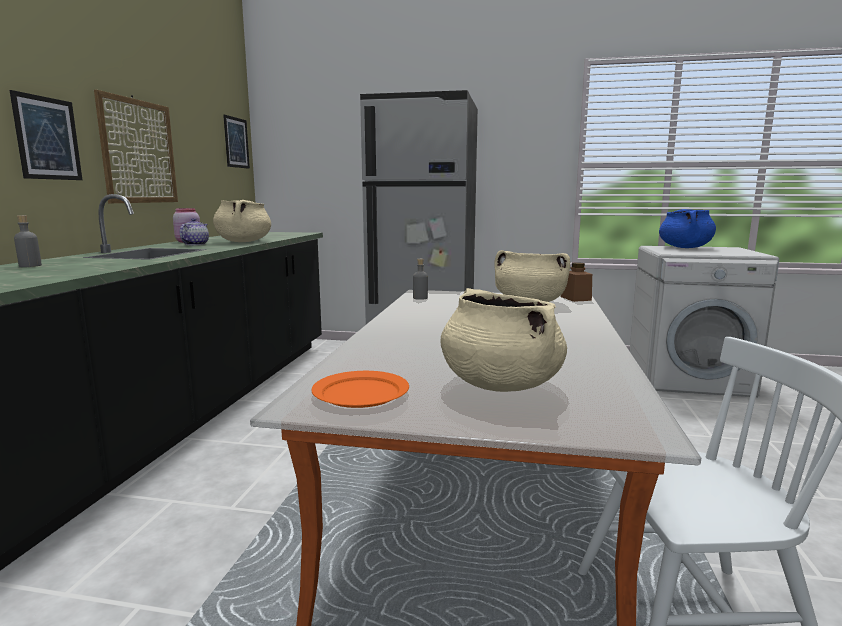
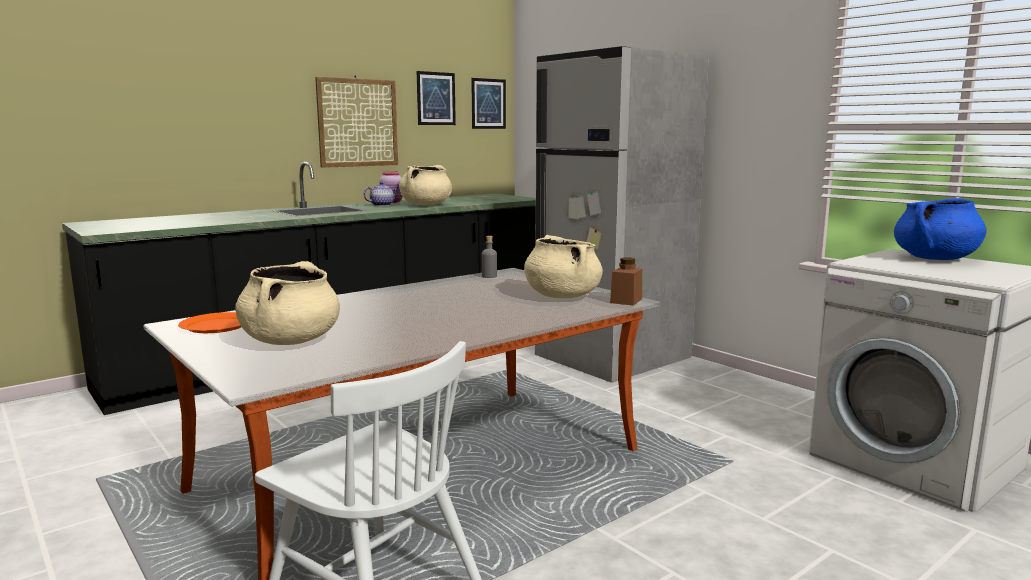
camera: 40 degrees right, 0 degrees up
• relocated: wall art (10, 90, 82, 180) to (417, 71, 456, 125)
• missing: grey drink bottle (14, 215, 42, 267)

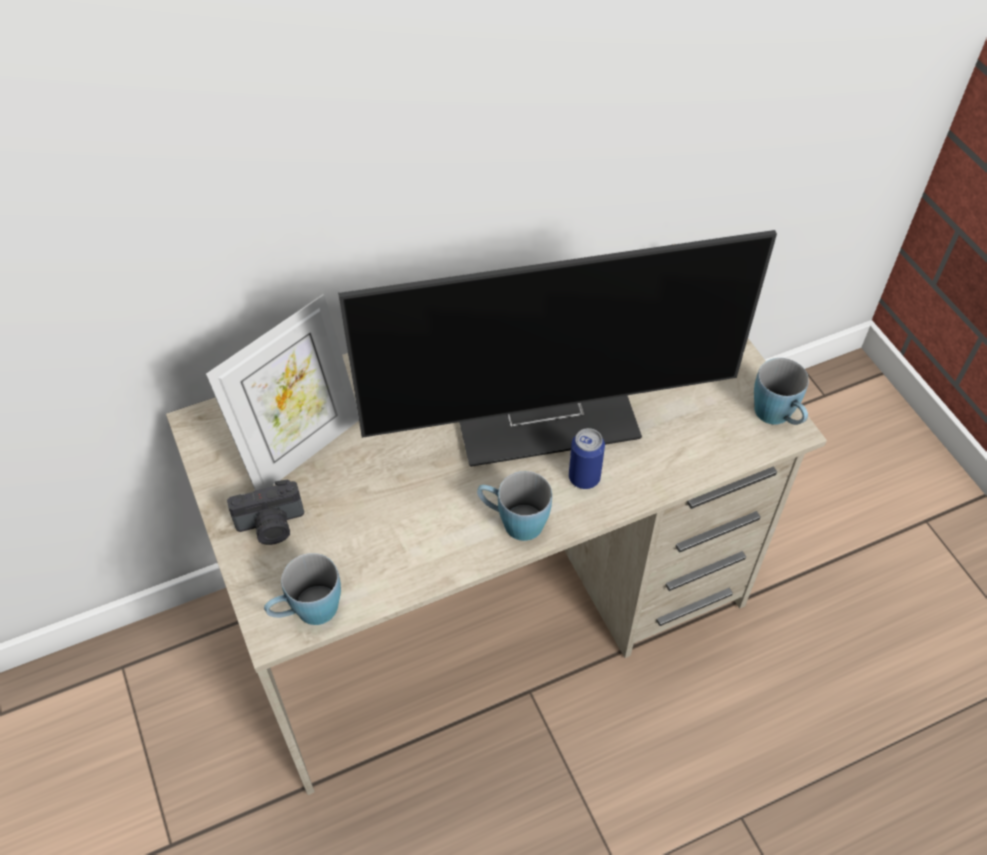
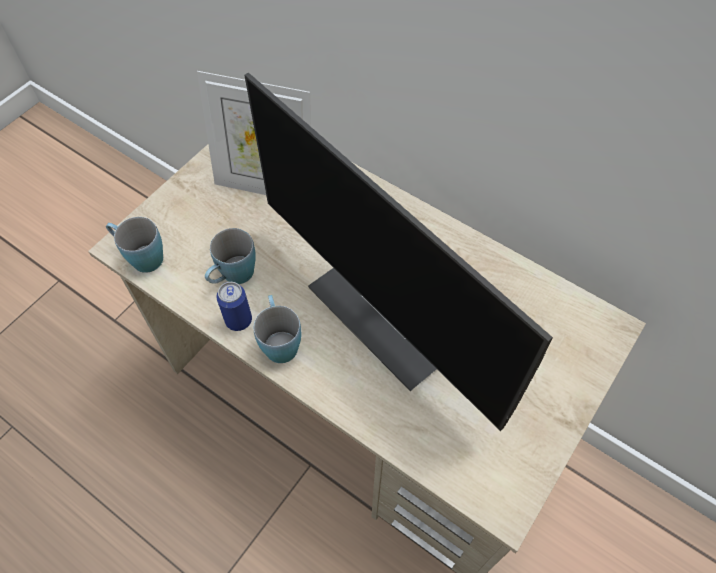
camera: 60 degrees right, 5 degrees up
• relocated: blue tea mug (754, 358, 809, 425) to (205, 228, 256, 284)
• relocated: sealed can (569, 428, 605, 489) to (216, 282, 252, 331)
• missing: still camera (227, 480, 304, 545)

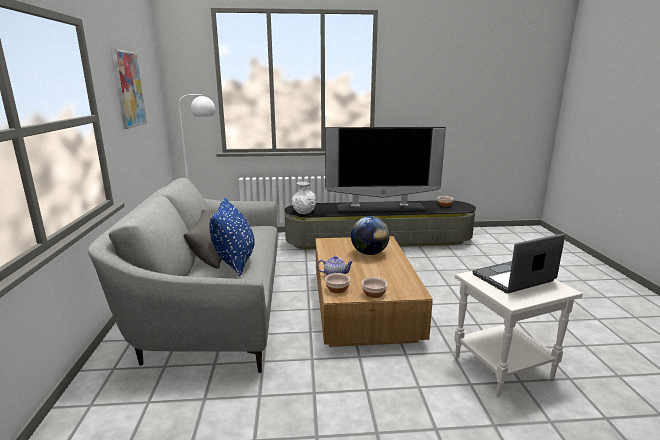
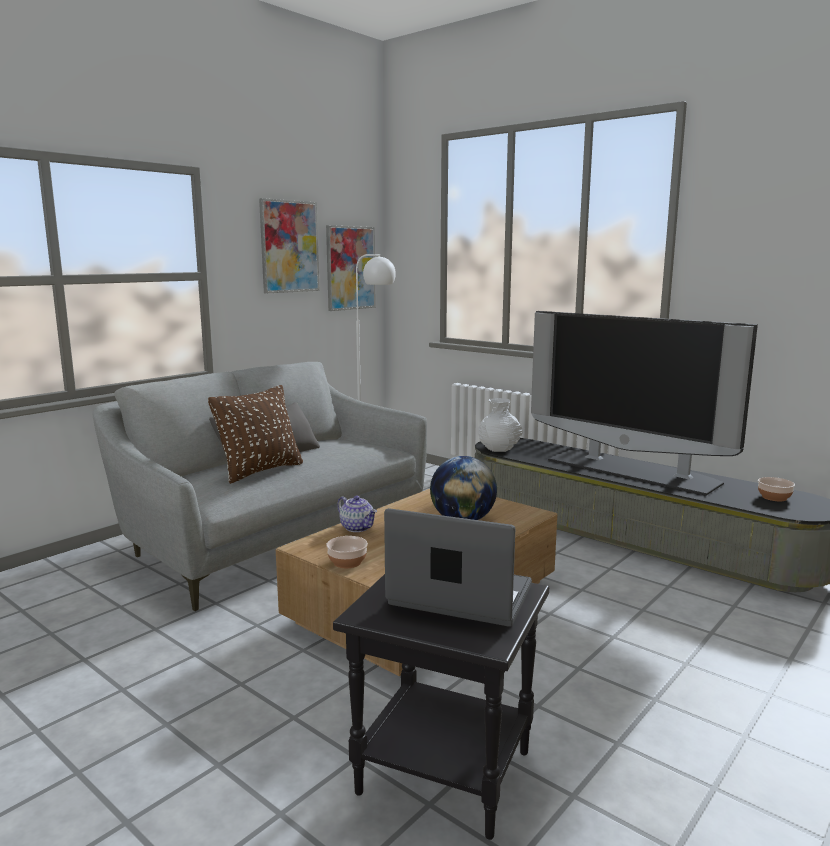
camera: 45 degrees right, 5 degrees down
• colour: blue pillow (209, 197, 255, 276) to brown-coloured pillow (208, 385, 303, 484)
• appeared: wall art (326, 225, 376, 311)
• colour: white-coloured accent table (454, 271, 583, 397) to blackish accent table (333, 574, 549, 840)
• missing: bowl (325, 273, 350, 293)

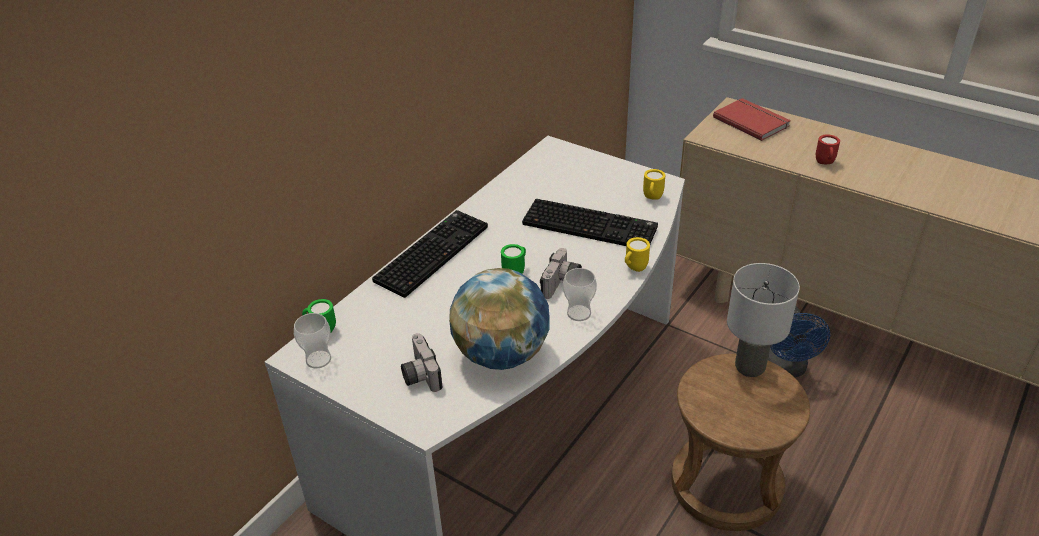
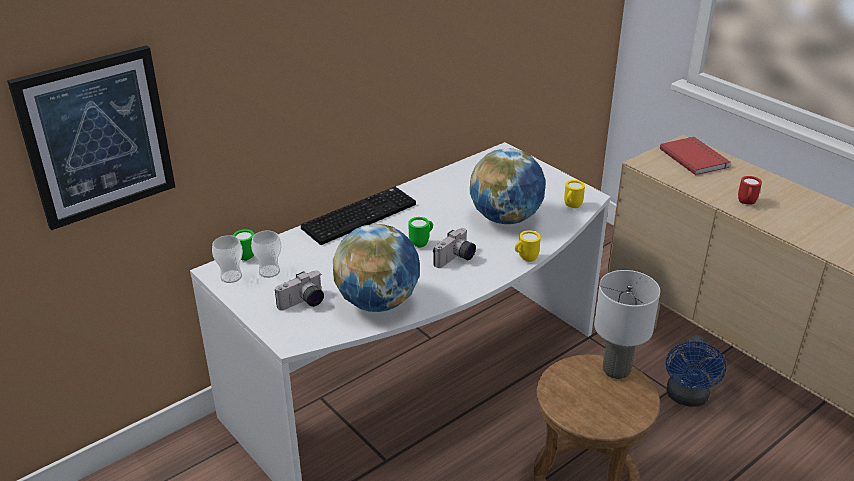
camera: 15 degrees right, 5 degrees down
• appeared: wall art (7, 45, 175, 230)
• relocated: small cup (563, 268, 597, 321) to (251, 231, 281, 278)
• spun: still camera (401, 333, 443, 392) = (275, 271, 324, 311) 120 degrees counterclockwise
• exchanged: keyboard (522, 199, 658, 246) to globe (470, 148, 546, 224)

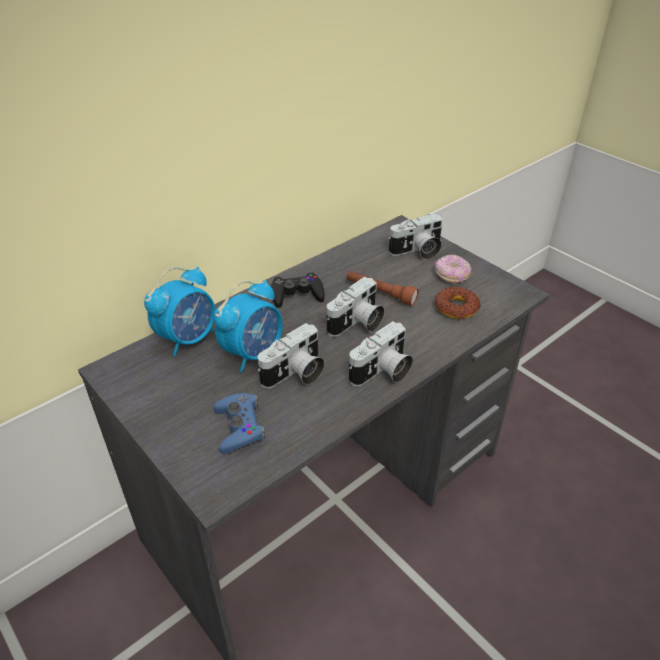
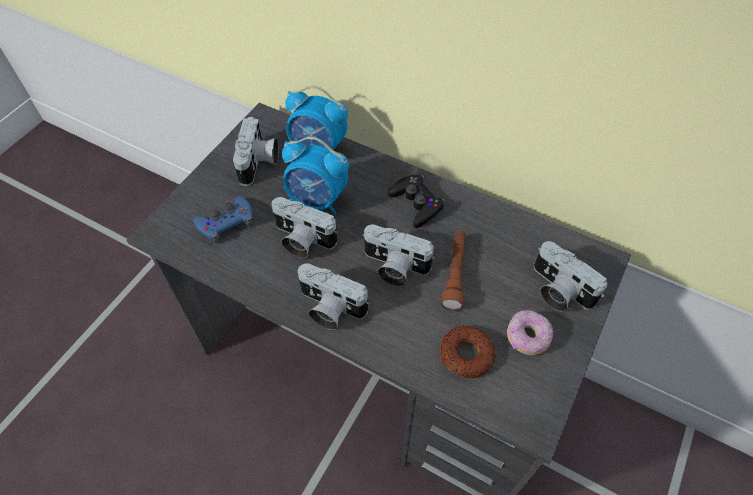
camera: 70 degrees right, 15 degrees up
• appeared: still camera (233, 117, 279, 186)

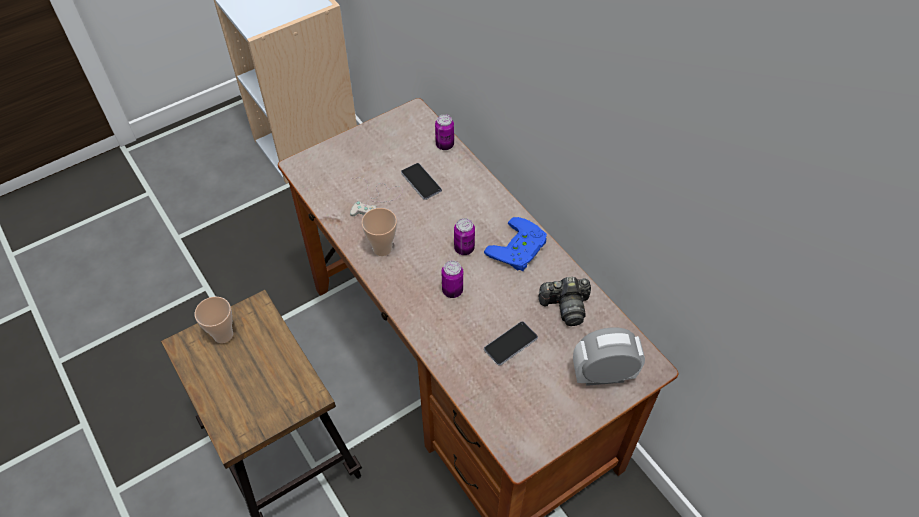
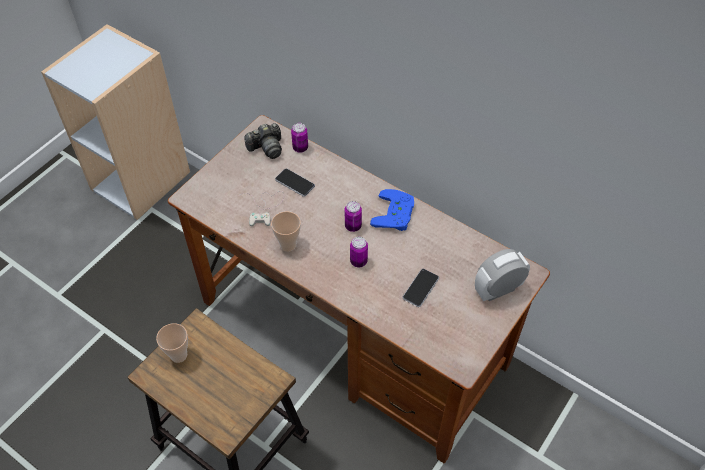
camera: 20 degrees left, 0 degrees up
• relocated: still camera (539, 277, 591, 326) to (244, 123, 282, 159)

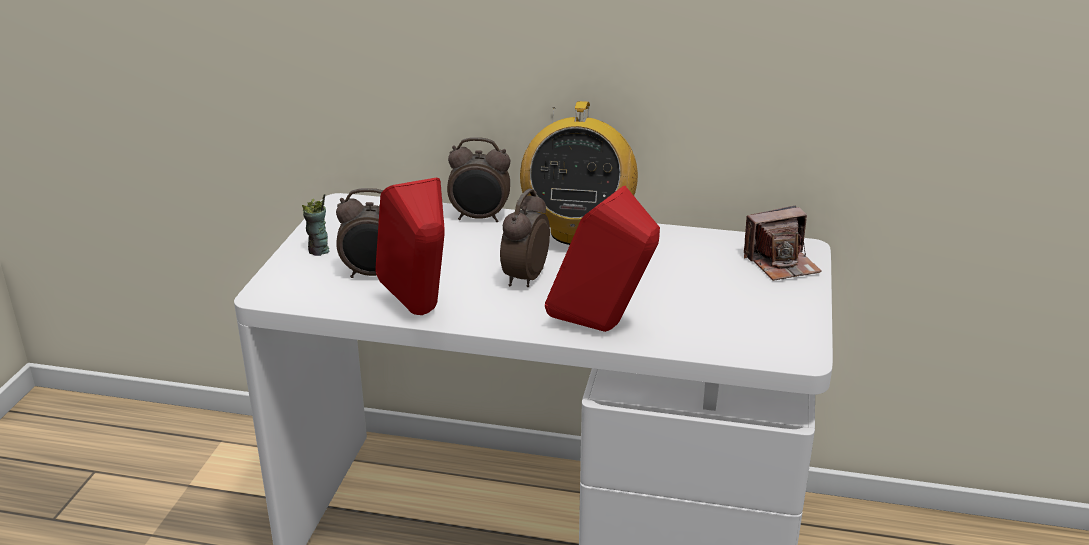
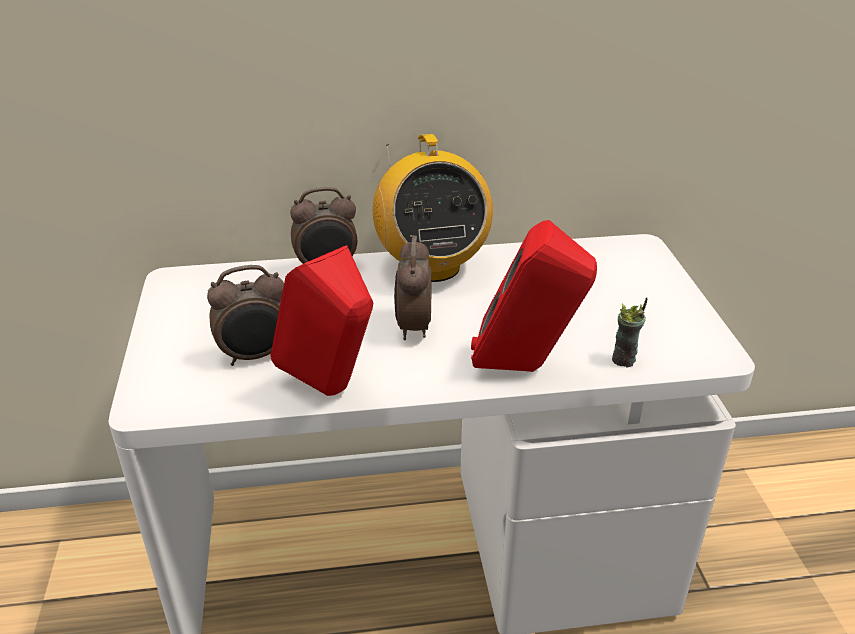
camera: 20 degrees left, 5 degrees up
• relocated: small cup (302, 194, 329, 256) to (612, 297, 648, 367)
• missing: still camera (744, 205, 822, 281)

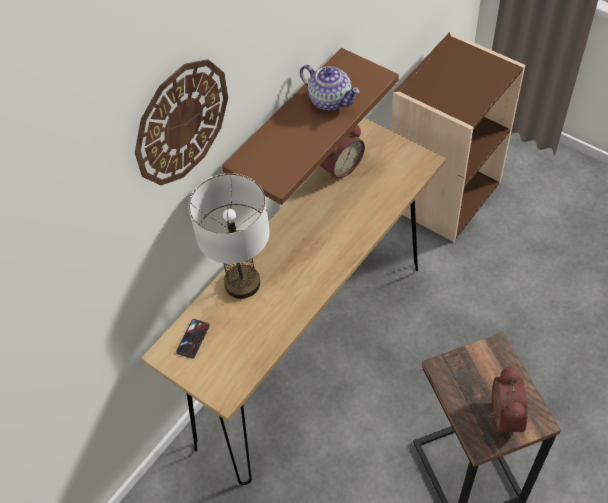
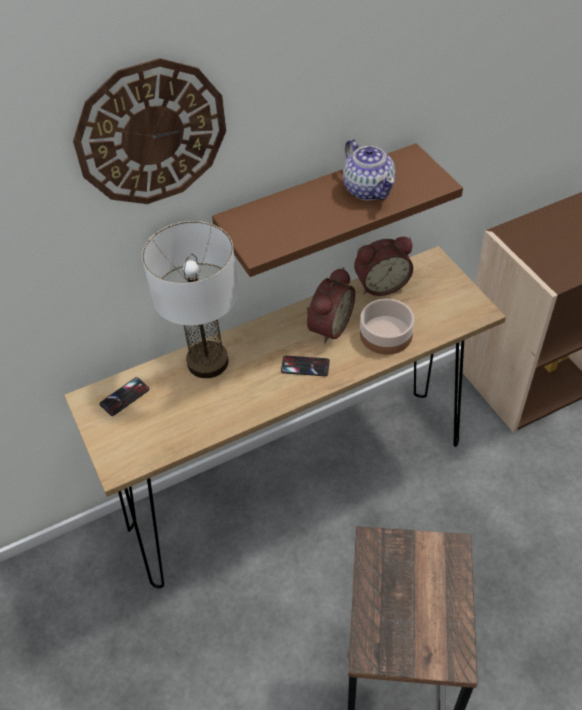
camera: 25 degrees right, 5 degrees down
• appeared: phone (281, 356, 330, 376)
• relocated: alarm clock (489, 366, 528, 436) to (307, 267, 355, 344)
• appeared: bowl (360, 299, 414, 355)

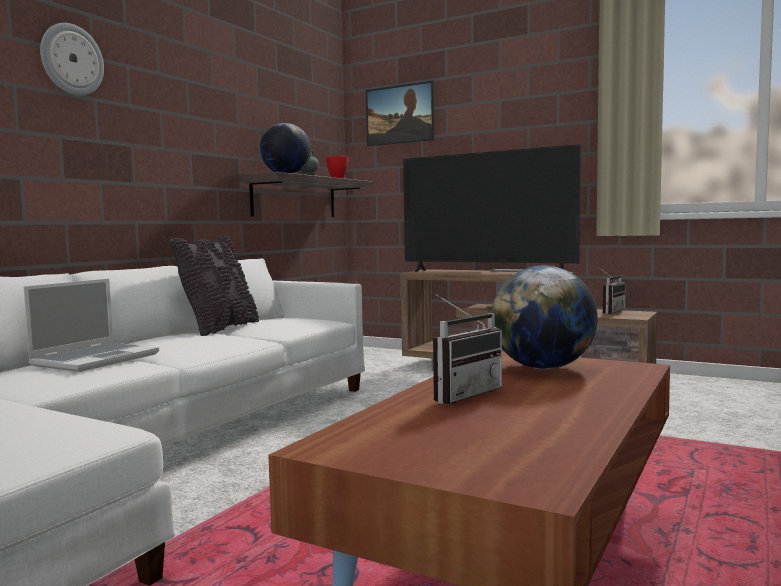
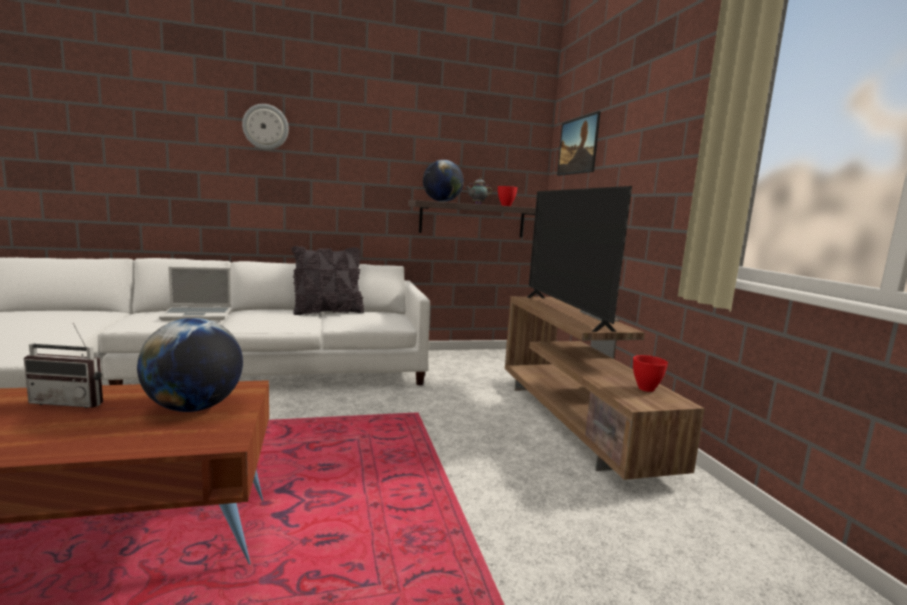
camera: 45 degrees right, 5 degrees up
• exchanged: radio (598, 267, 626, 314) to reddish bowl (633, 355, 668, 392)

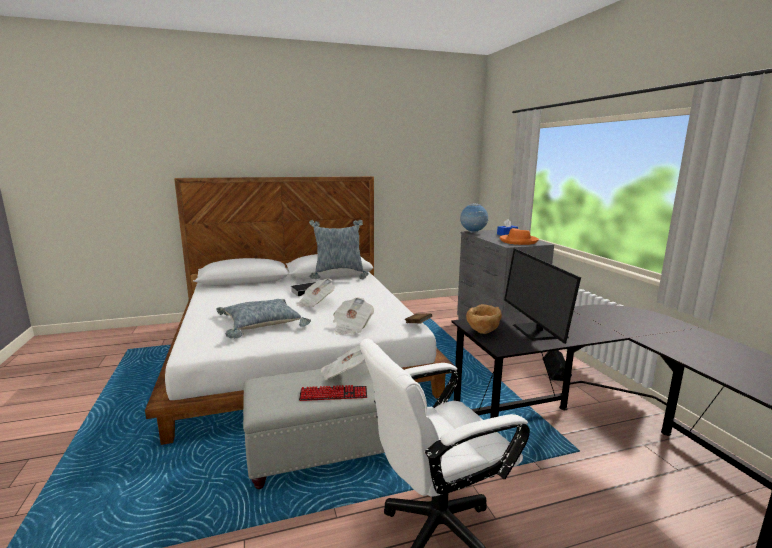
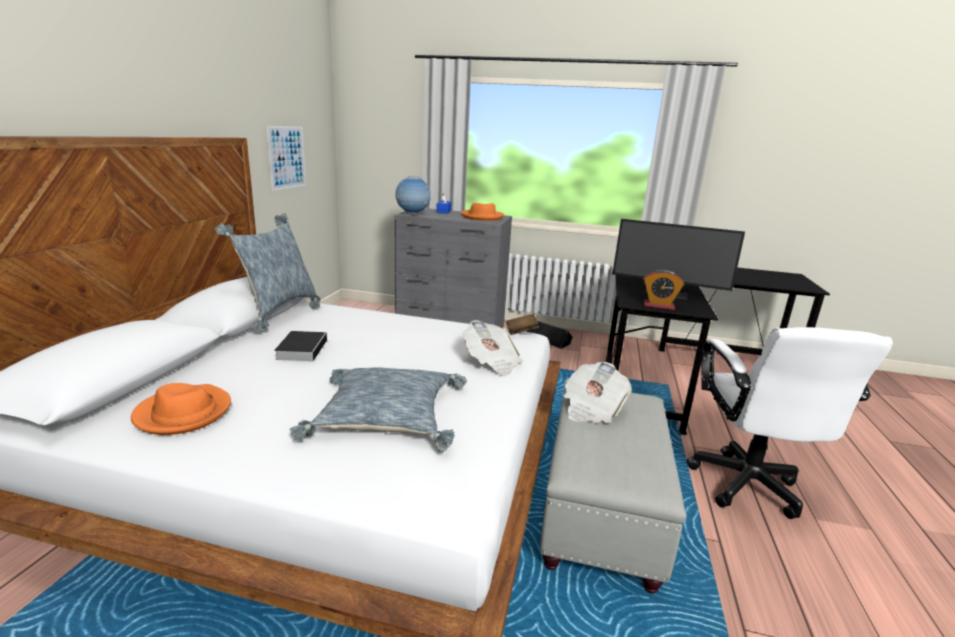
camera: 60 degrees left, 5 degrees up
• appeared: orangey wearable hat (131, 383, 231, 435)
• appeared: wall art (267, 126, 306, 191)
• exchanged: brown-coloured bowl (466, 304, 502, 334) to alarm clock (643, 269, 684, 310)
• missing: printed paper (297, 279, 335, 307)
• missing: keyboard (299, 385, 367, 401)

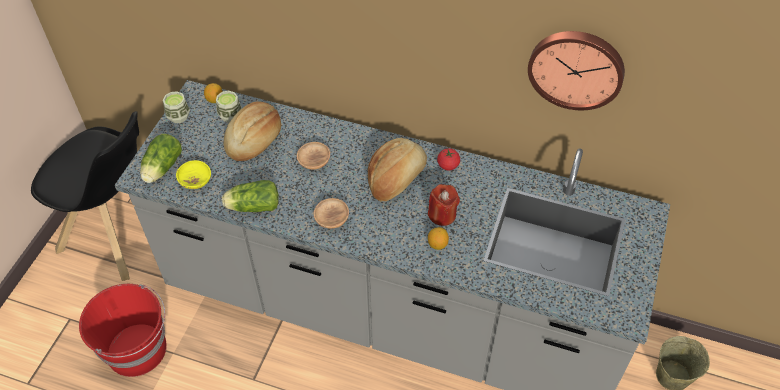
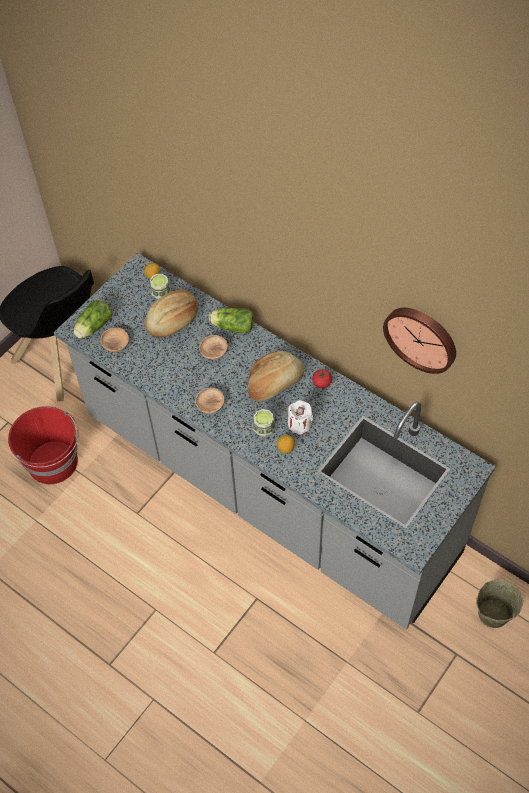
camera: 20 degrees right, 5 degrees up
• colour: yellow bowl (176, 160, 211, 189) to brown-coloured bowl (100, 327, 129, 352)
• relocated: head of lettuce (222, 180, 279, 212) to (209, 307, 254, 334)
• relocated: small cup (163, 91, 190, 123) to (253, 409, 275, 437)
• colour: reddish wax light (428, 184, 460, 226) to white-coloured wax light (288, 400, 313, 435)

